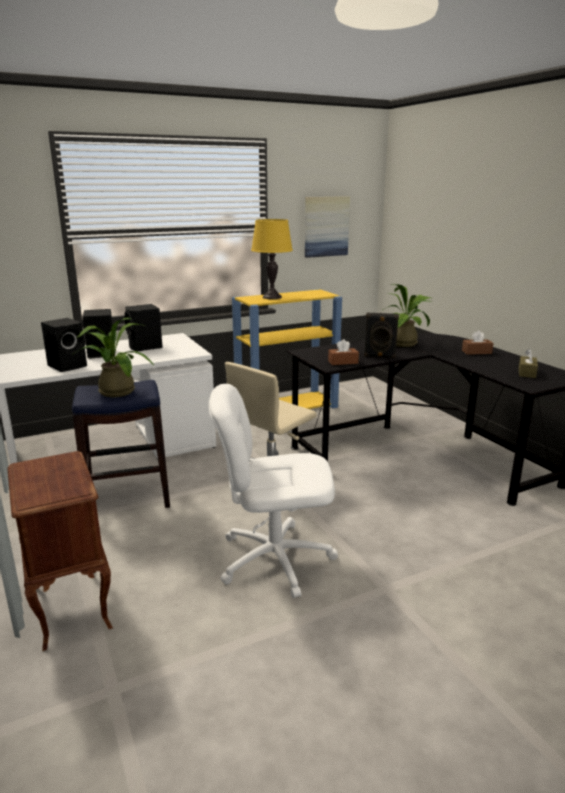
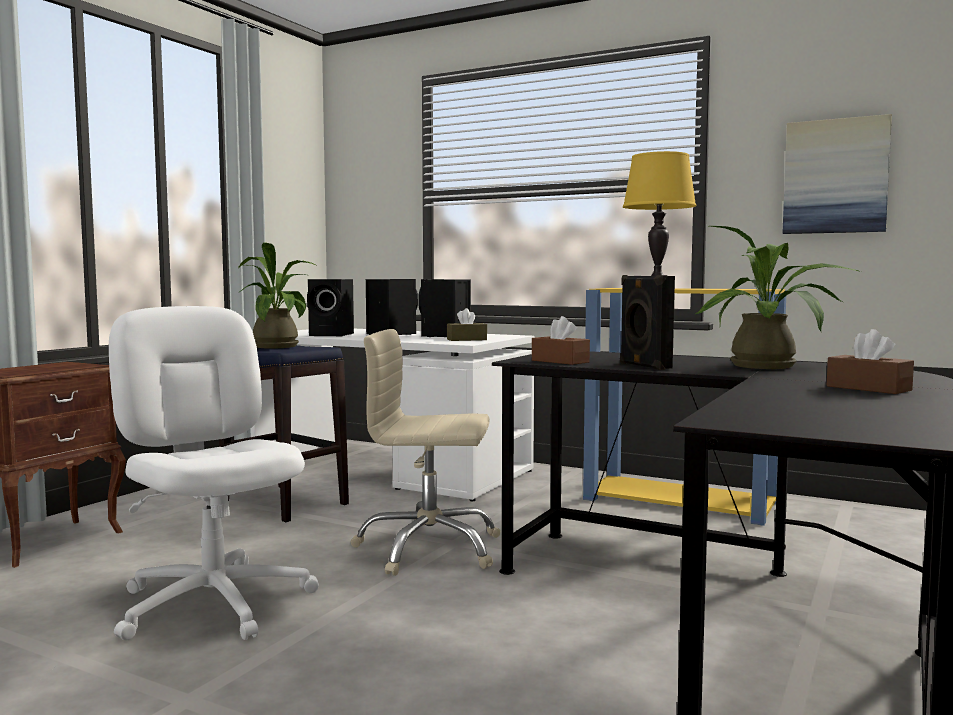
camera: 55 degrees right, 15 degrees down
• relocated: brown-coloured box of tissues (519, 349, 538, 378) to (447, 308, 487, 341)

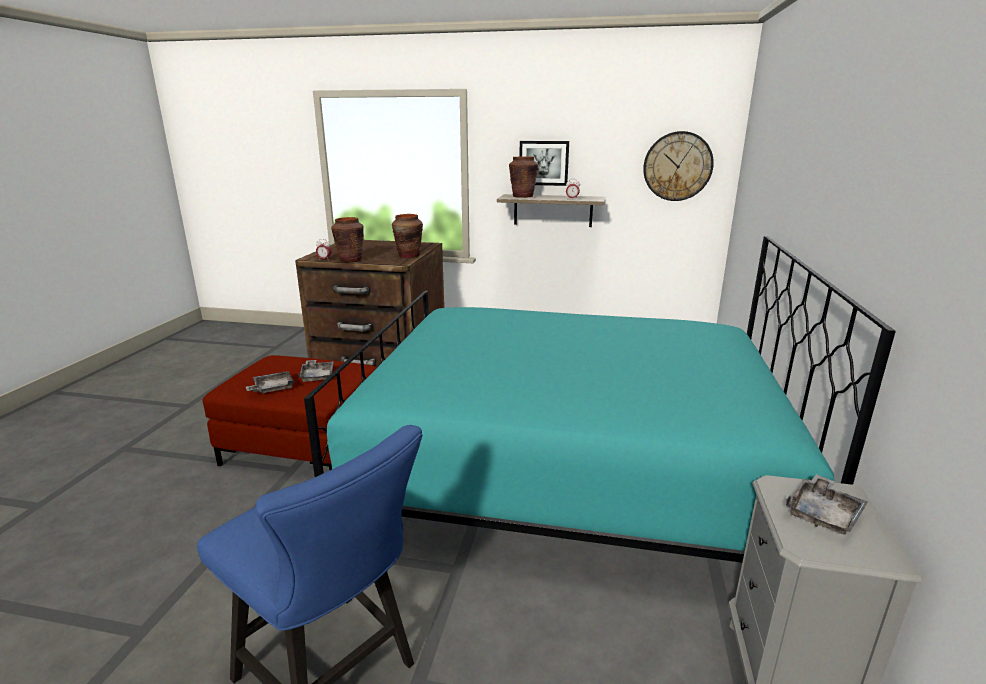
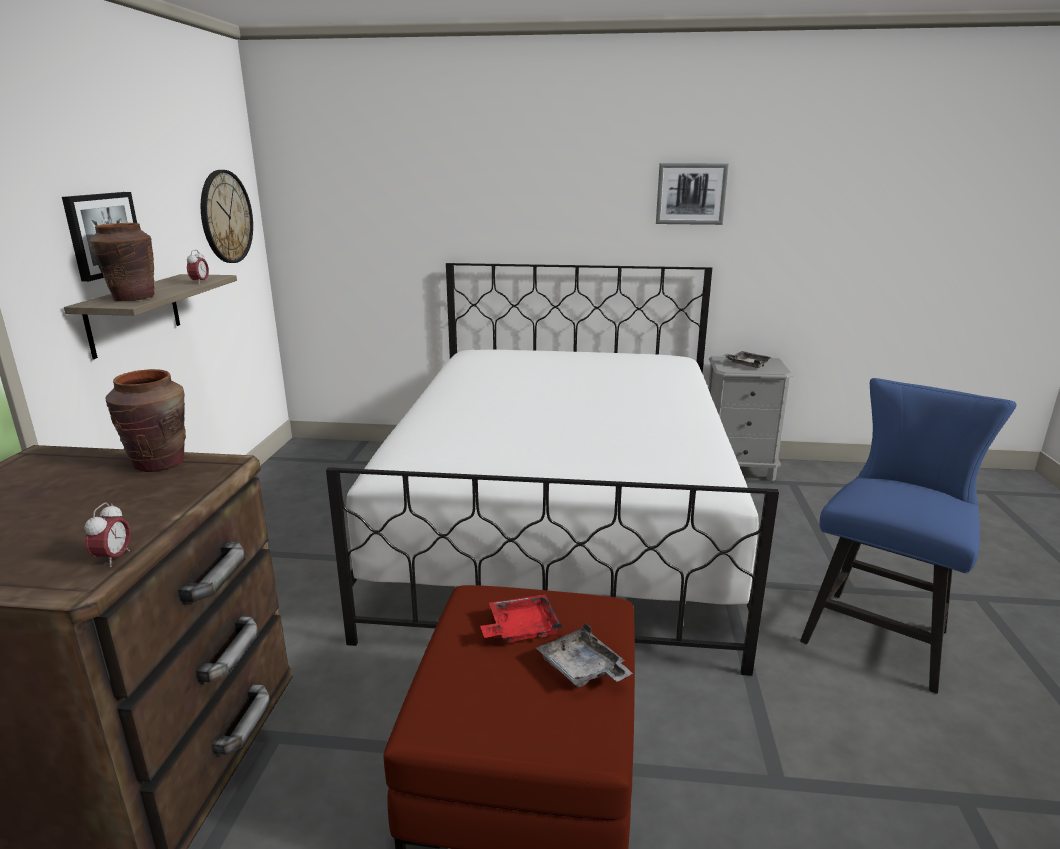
camera: 95 degrees left, 0 degrees up
• colour: blue-green bedroom bed (304, 236, 896, 563) to white-coloured bedroom bed (326, 263, 779, 676)
• colour: grey tray (298, 360, 334, 382) to reddish tray (480, 595, 562, 643)
• appeared: wall art (656, 163, 729, 225)
• missing: brown-coloured vase (331, 217, 364, 263)

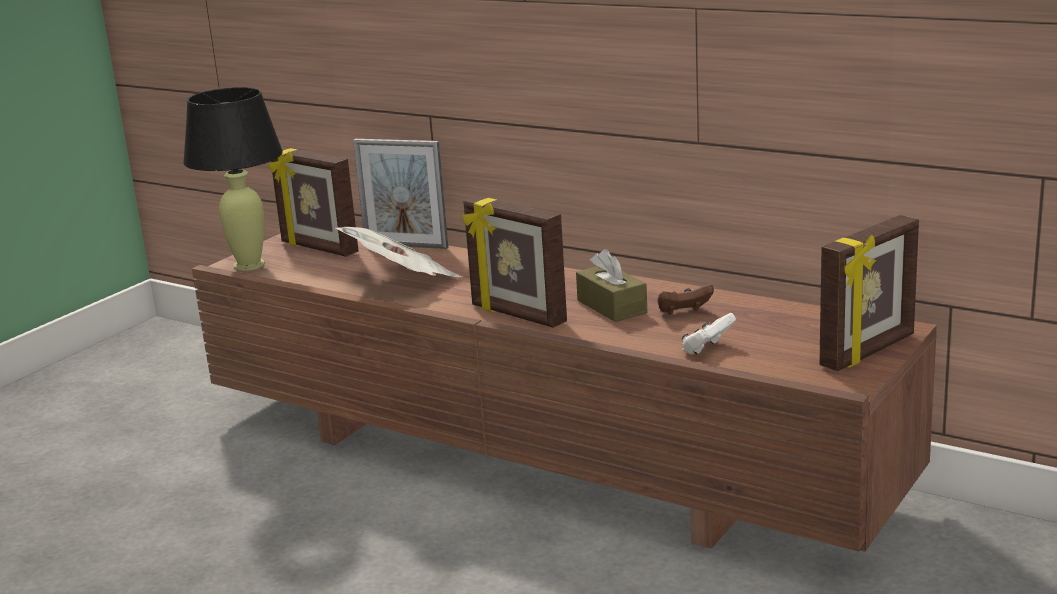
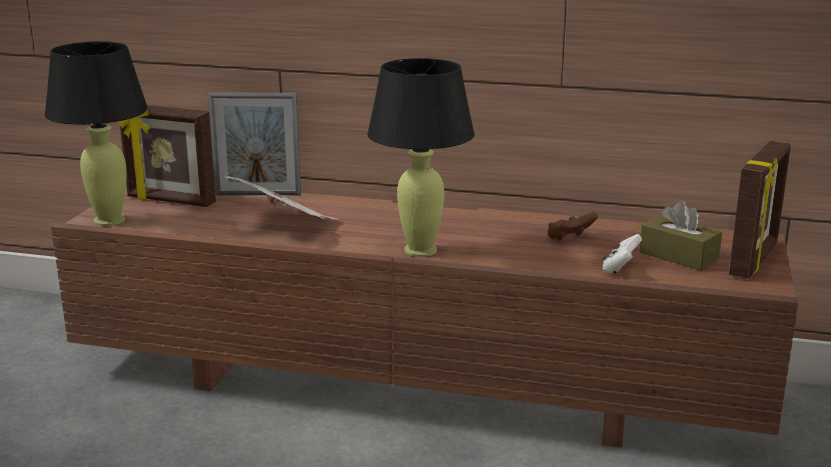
camera: 20 degrees left, 0 degrees up
• exchanged: photo frame (462, 196, 567, 328) to blackish table lamp (367, 58, 475, 257)
• relocated: brown-coloured box of tissues (576, 249, 647, 322) to (640, 201, 722, 270)

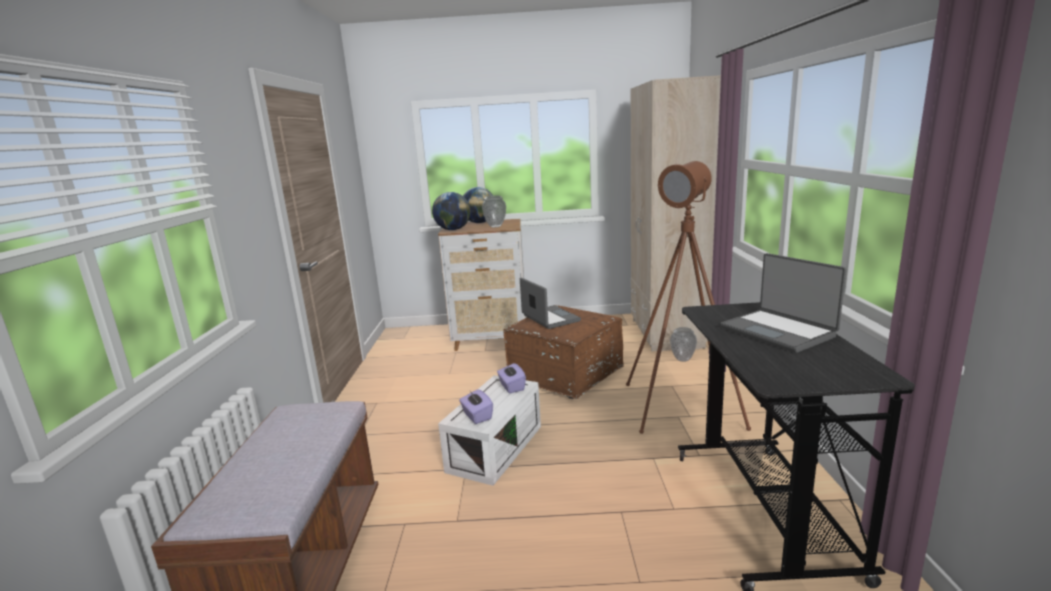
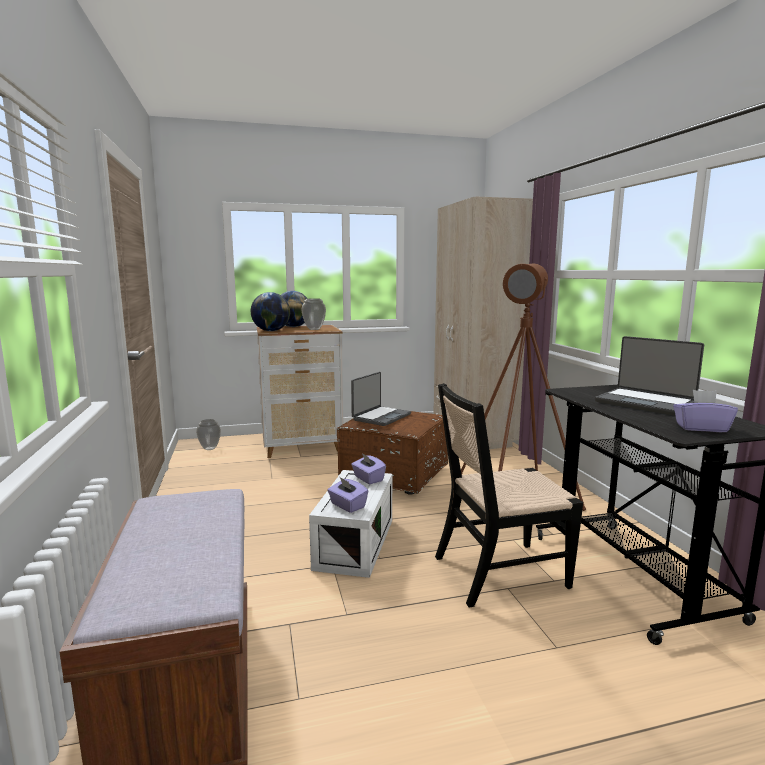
camera: 15 degrees left, 5 degrees down
• relocated: vase (670, 327, 697, 362) to (196, 419, 221, 450)
• spun: laptop (520, 278, 581, 329) = (351, 372, 411, 426) 75 degrees clockwise
• appeared: upright chair (435, 383, 583, 608)
• appeared: purple-coloured box of tissues (673, 390, 738, 432)

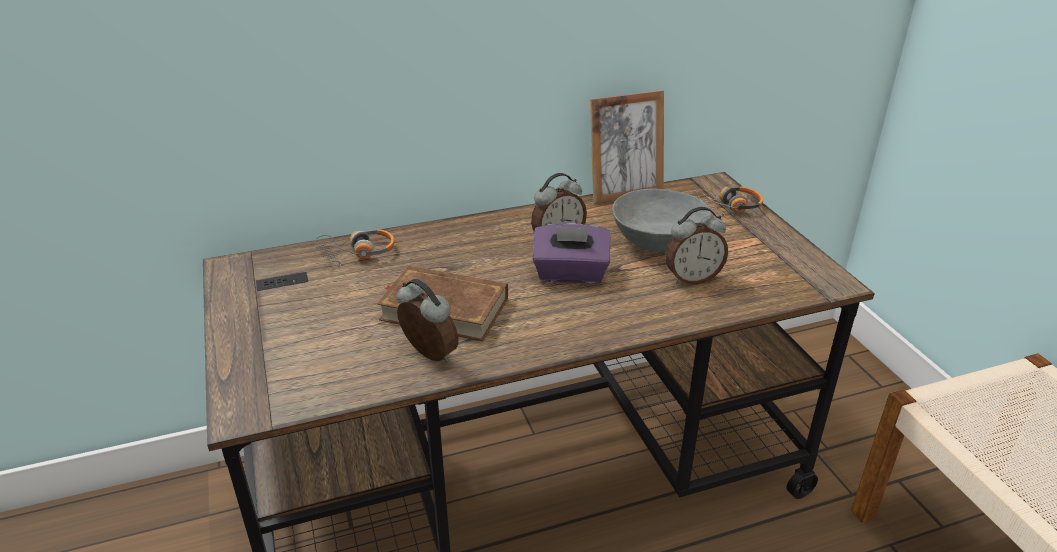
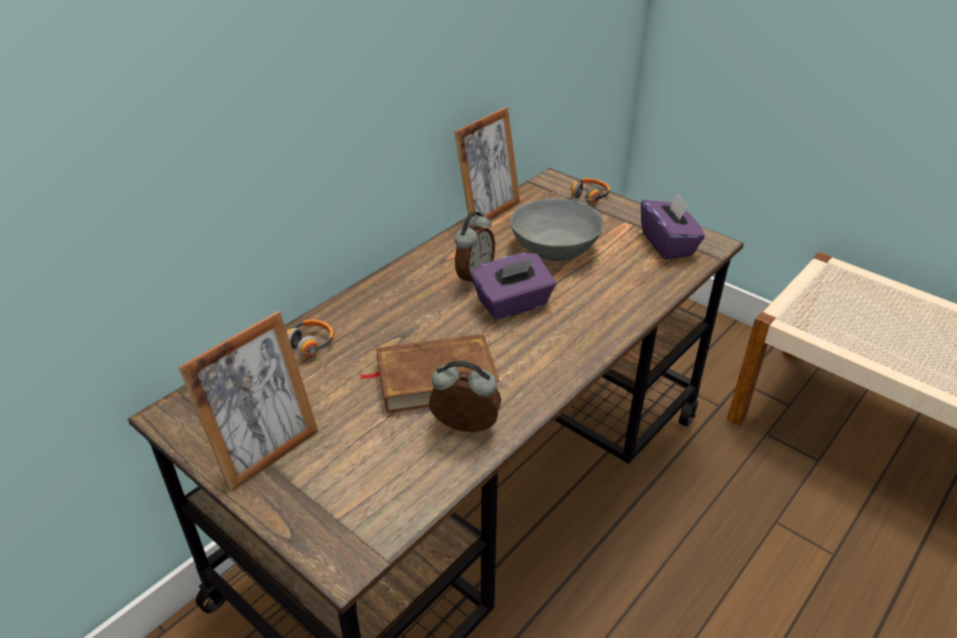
camera: 30 degrees left, 5 degrees up
• appeared: photo frame (179, 311, 318, 492)
• appeared: purple-coloured box of tissues (641, 192, 705, 259)
• missing: alarm clock (665, 207, 728, 284)

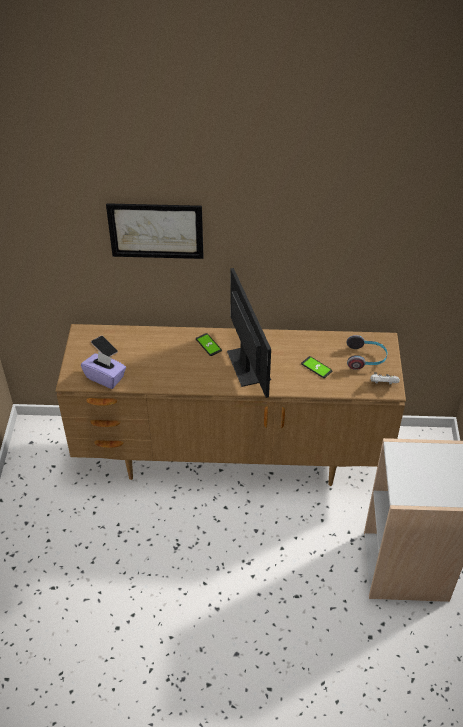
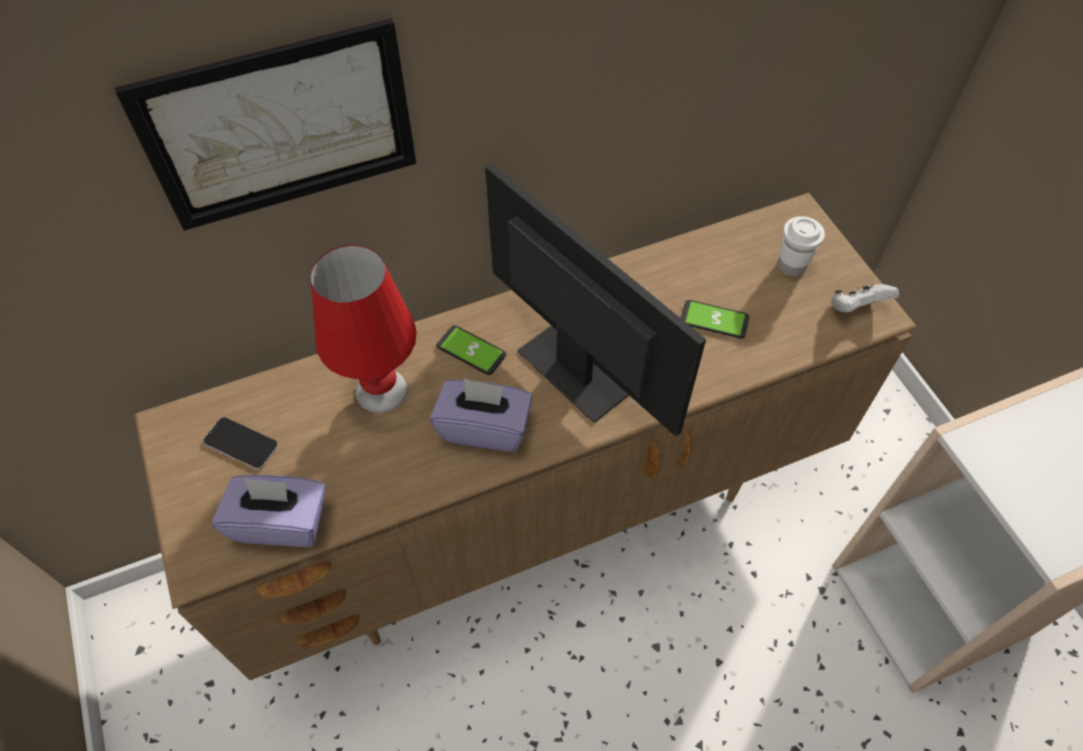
camera: 25 degrees left, 10 degrees up
• appeared: reddish table lamp (311, 245, 417, 413)
• appeared: purple-coloured box of tissues (430, 378, 533, 452)
• exchanged: pair of headphones (347, 335, 388, 370) to white-coloured small cup (778, 216, 825, 277)

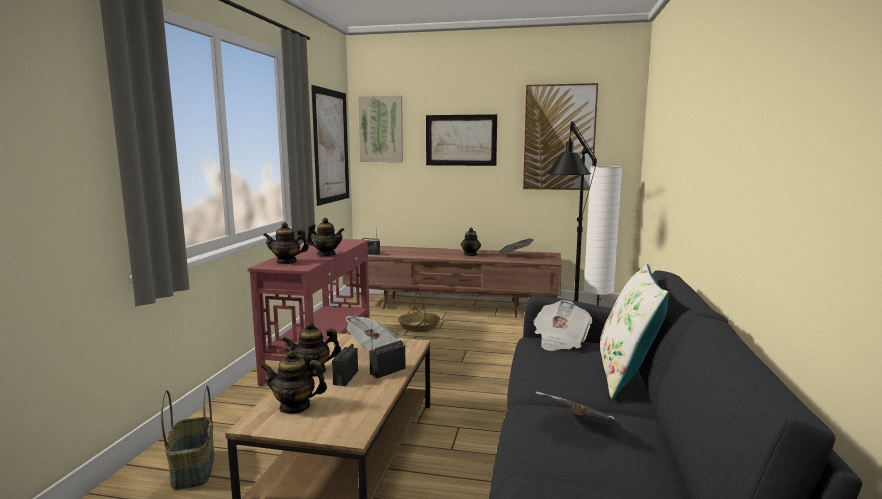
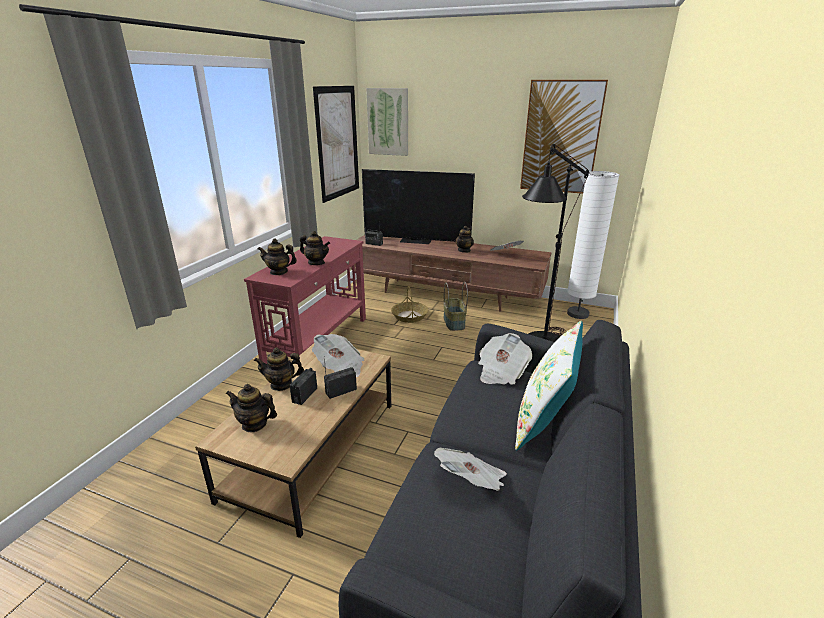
camera: 10 degrees right, 15 degrees up
• appeared: television (362, 169, 475, 244)
• relocated: basket (161, 385, 214, 490) to (444, 282, 468, 331)
• missing: wall art (426, 114, 497, 166)

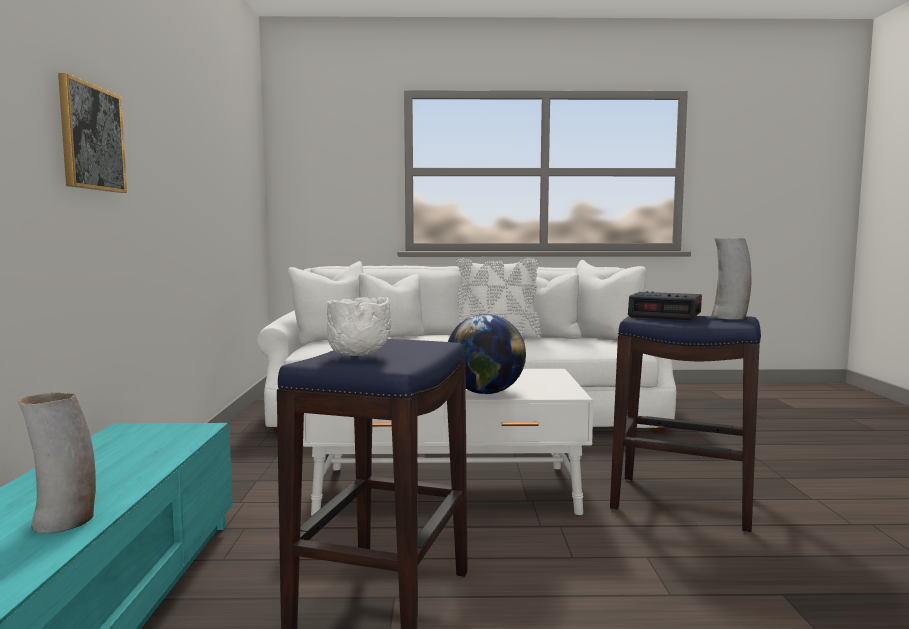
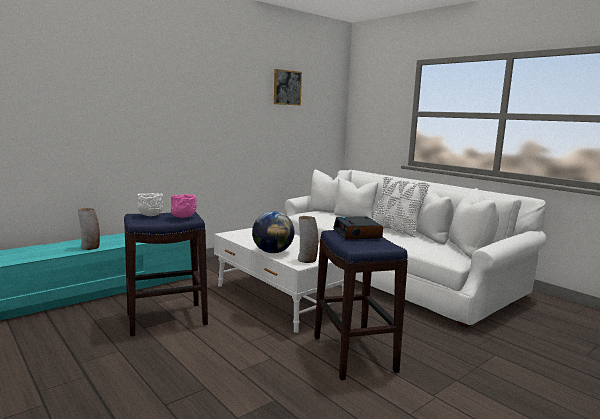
camera: 50 degrees right, 5 degrees up
• appeared: pink bowl (171, 194, 197, 218)
• relocated: wall art (58, 73, 127, 193) to (274, 69, 302, 105)
• relocated: vase (712, 238, 752, 320) to (298, 216, 318, 263)

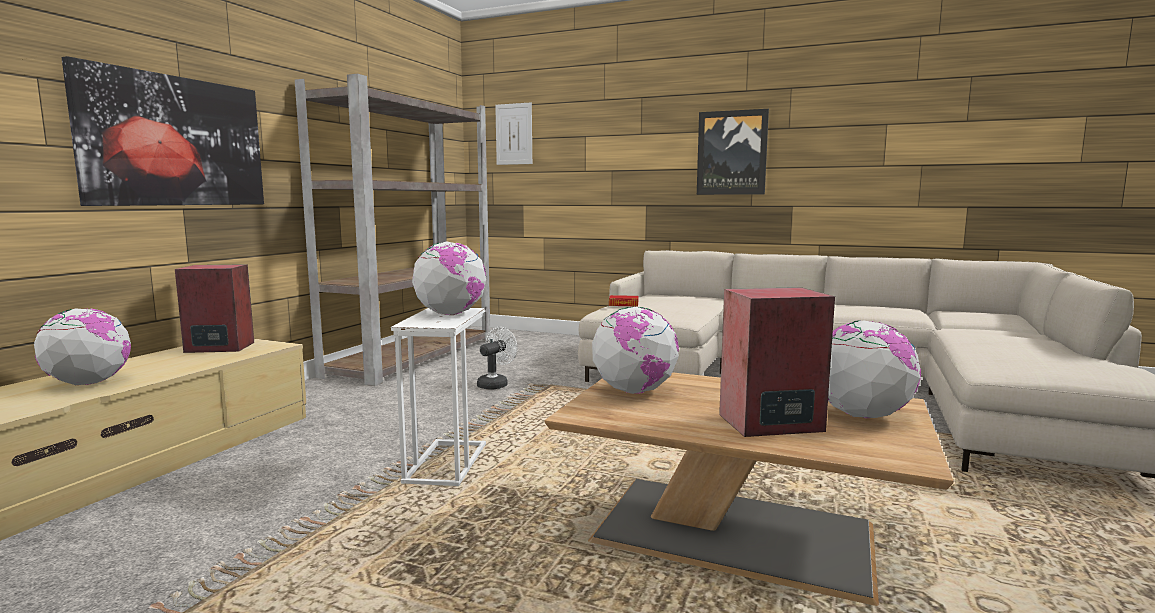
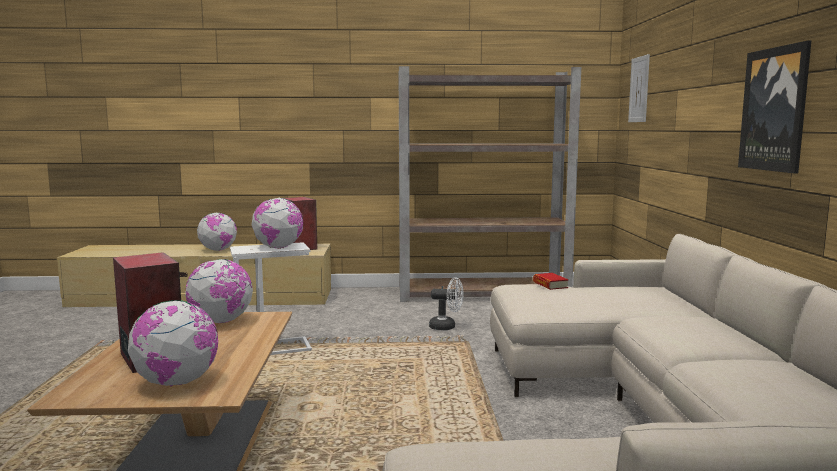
camera: 65 degrees right, 0 degrees up
• missing: wall art (62, 56, 264, 206)

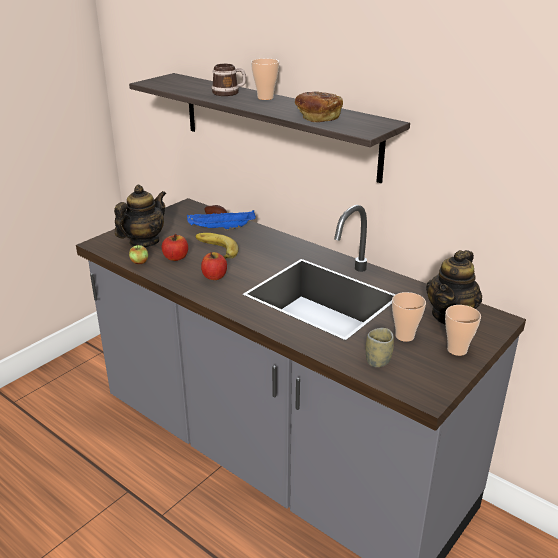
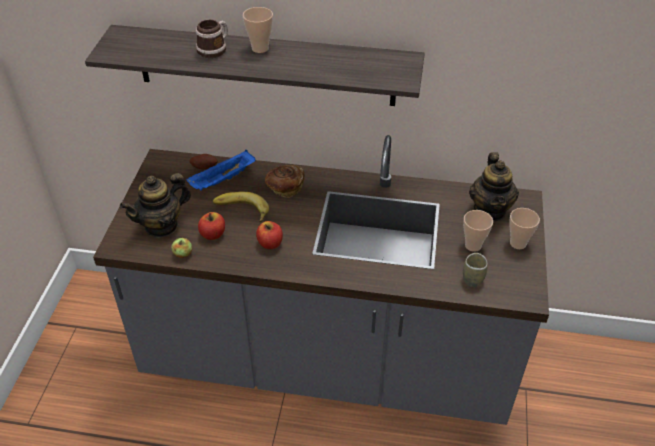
camera: 30 degrees left, 15 degrees up
• spun: pot for tea (114, 185, 166, 247) = (120, 173, 191, 238) 135 degrees counterclockwise
• relocated: bread (295, 91, 343, 122) to (265, 165, 305, 198)

